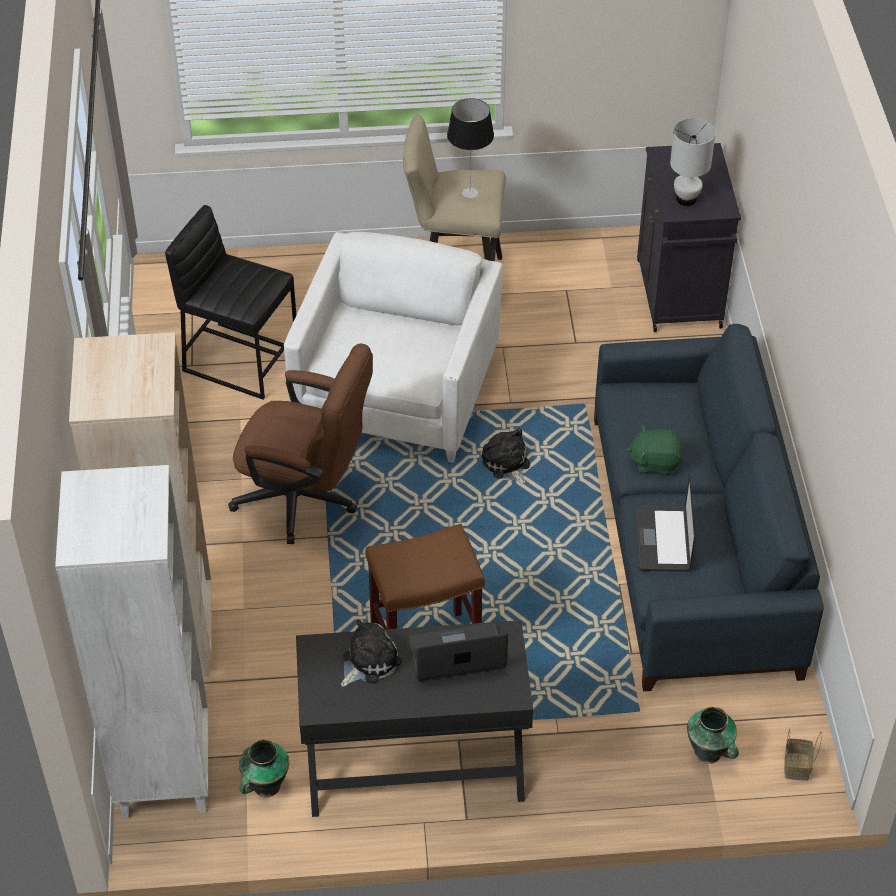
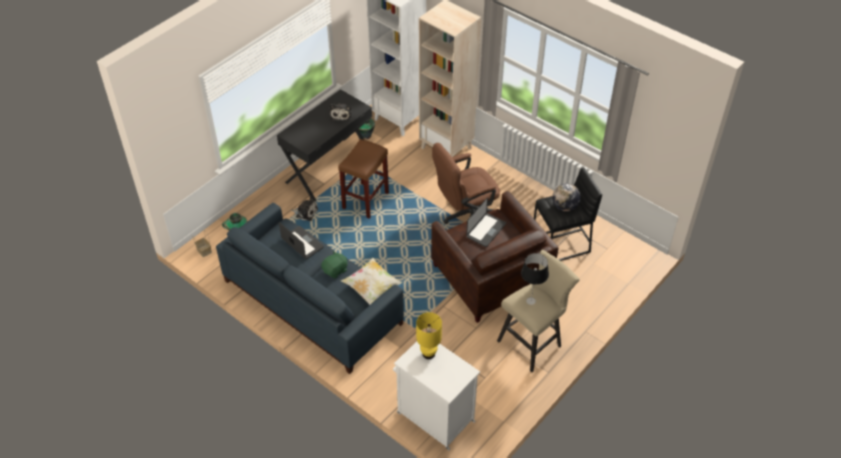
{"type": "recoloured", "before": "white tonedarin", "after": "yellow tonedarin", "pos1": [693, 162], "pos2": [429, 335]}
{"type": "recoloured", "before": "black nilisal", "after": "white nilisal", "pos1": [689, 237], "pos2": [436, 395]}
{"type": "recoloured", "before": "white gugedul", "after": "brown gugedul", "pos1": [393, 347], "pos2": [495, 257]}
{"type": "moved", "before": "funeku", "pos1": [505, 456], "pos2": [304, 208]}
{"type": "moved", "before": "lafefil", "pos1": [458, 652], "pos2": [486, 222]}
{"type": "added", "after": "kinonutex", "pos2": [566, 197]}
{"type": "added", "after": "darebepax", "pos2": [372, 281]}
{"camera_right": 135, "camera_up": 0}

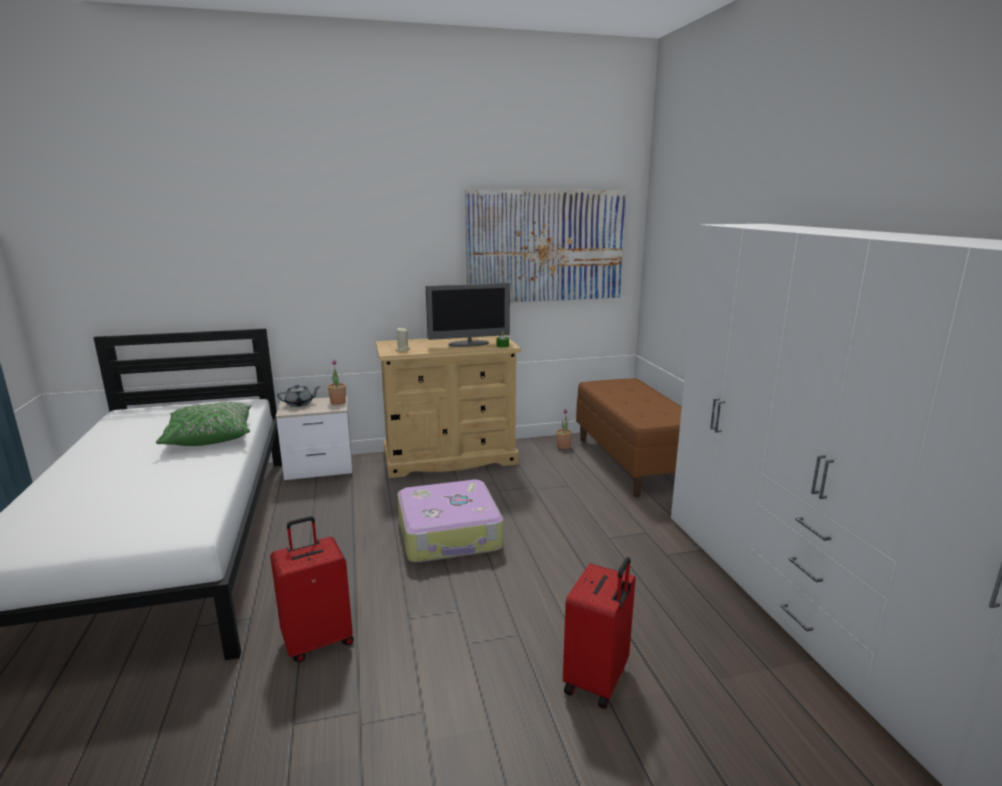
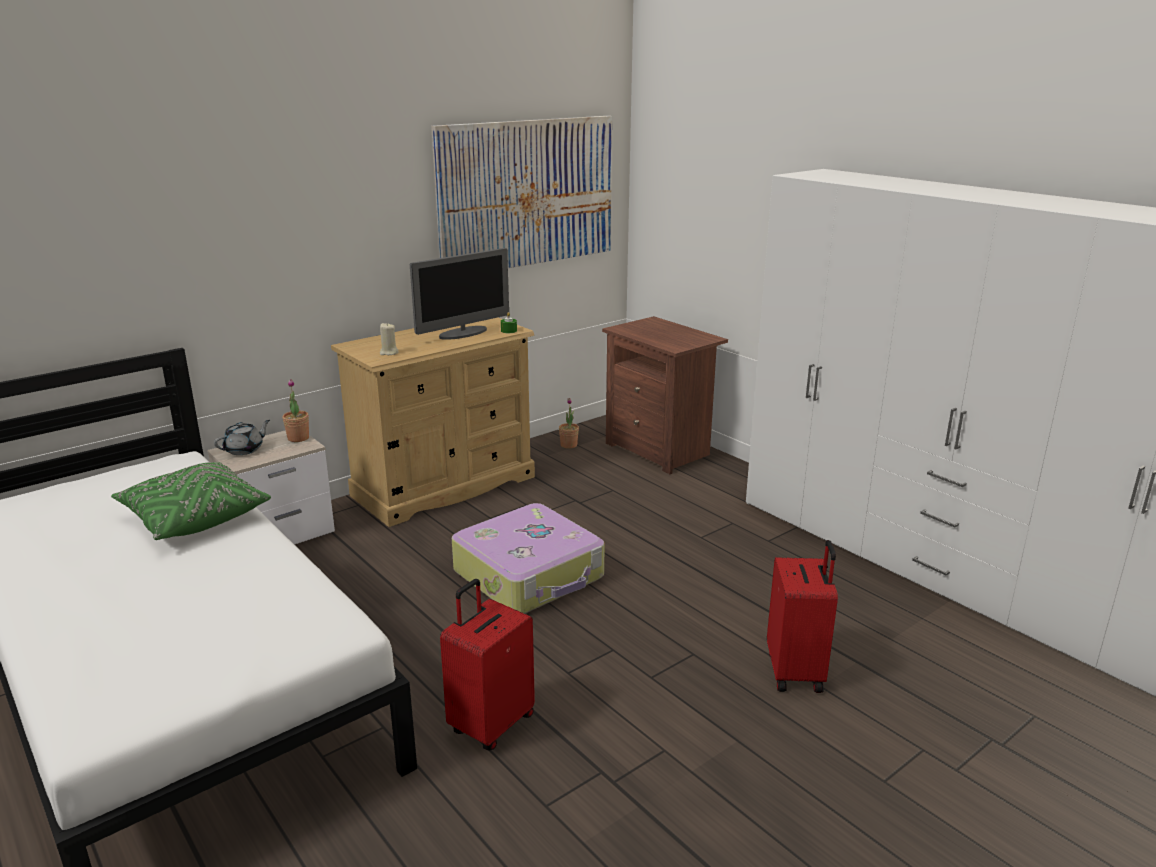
{"type": "replaced", "before": "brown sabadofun", "after": "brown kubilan", "pos1": [629, 438], "pos2": [665, 395]}
{"camera_right": -25, "camera_up": 5}

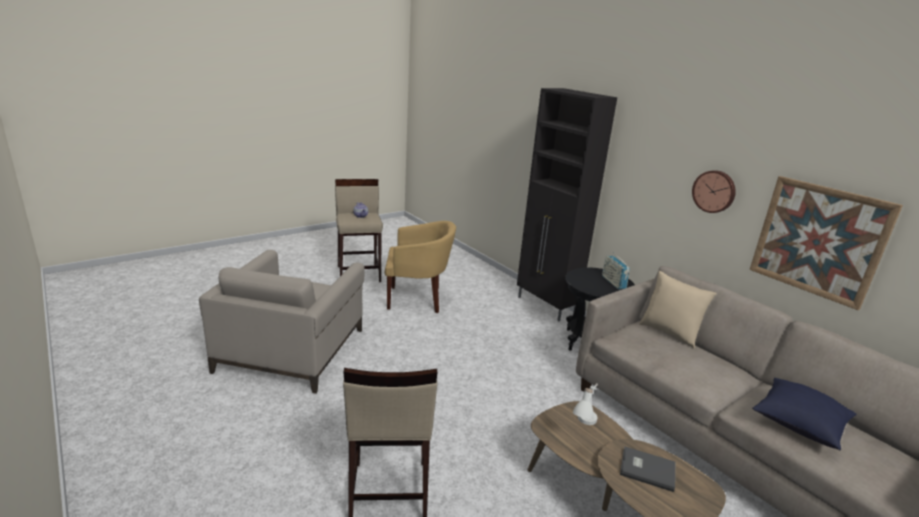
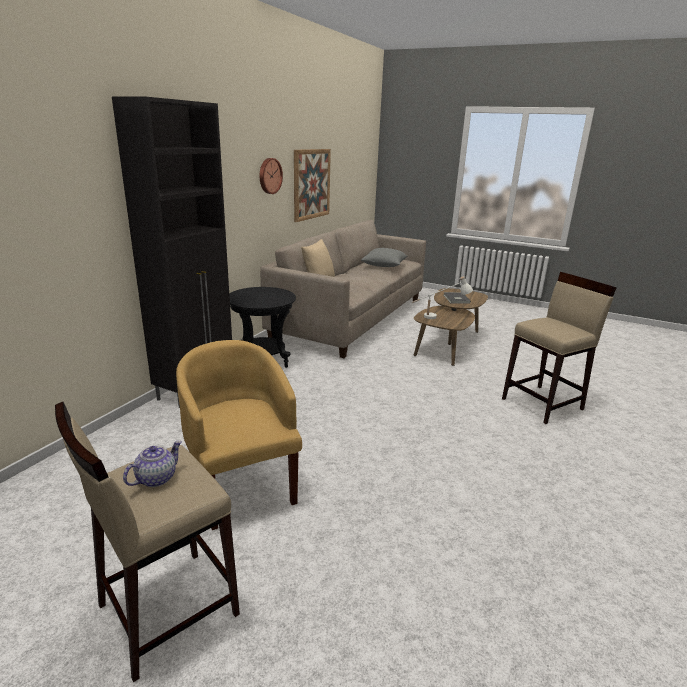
{"type": "removed", "before": "beige gugedul", "pos1": [282, 322]}
{"type": "removed", "before": "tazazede", "pos1": [616, 271]}
{"type": "recoloured", "before": "blue darebepax", "after": "grey darebepax", "pos1": [804, 414], "pos2": [384, 257]}
{"camera_right": -115, "camera_up": 0}

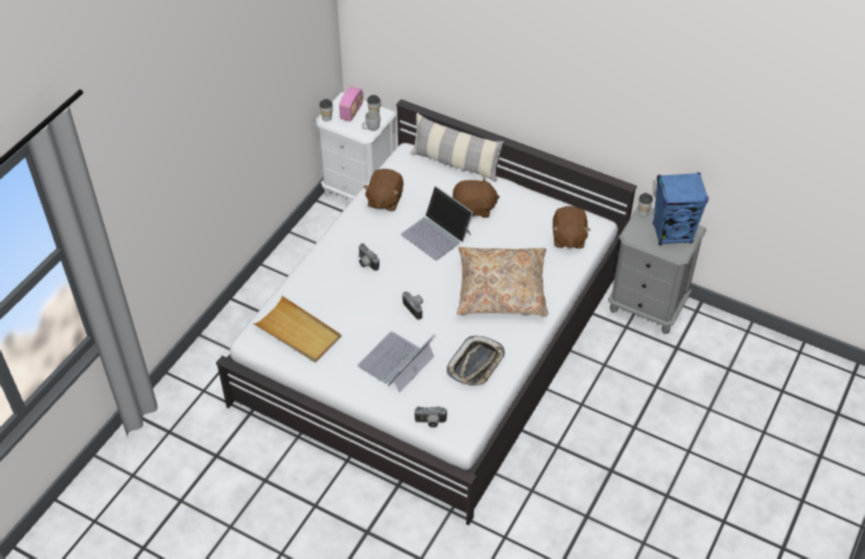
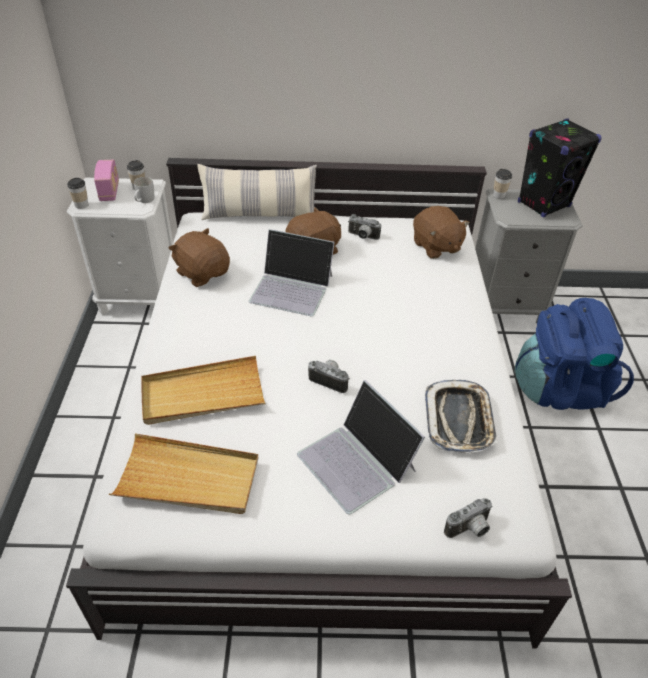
{"type": "turned", "before": "brown funeku", "pos1": [383, 190], "pos2": [199, 257], "turn": 150}
{"type": "recoloured", "before": "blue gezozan", "after": "black gezozan", "pos1": [681, 209], "pos2": [560, 168]}
{"type": "moved", "before": "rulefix", "pos1": [368, 257], "pos2": [364, 227]}
{"type": "removed", "before": "beige darebepax", "pos1": [502, 281]}
{"type": "turned", "before": "lafefil", "pos1": [396, 362], "pos2": [361, 447], "turn": -45}
{"type": "added", "after": "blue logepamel", "pos2": [574, 354]}
{"type": "added", "after": "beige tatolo", "pos2": [203, 390]}
{"camera_right": -30, "camera_up": -5}

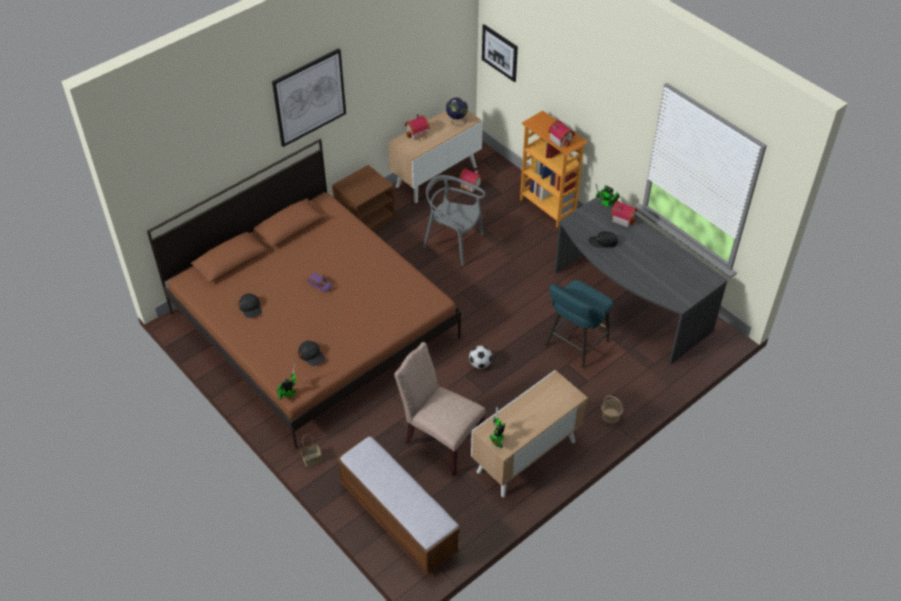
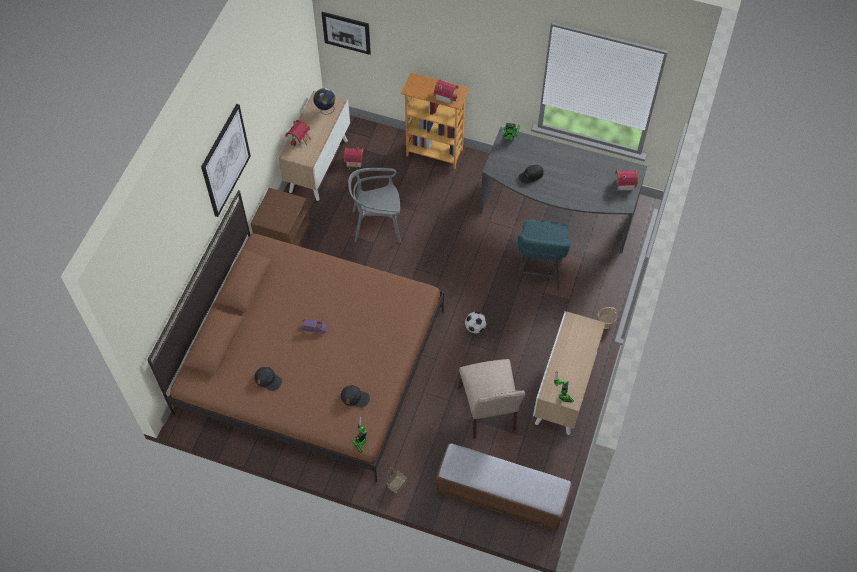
{"type": "moved", "before": "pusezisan", "pos1": [624, 214], "pos2": [626, 180]}
{"type": "turned", "before": "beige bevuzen", "pos1": [440, 409], "pos2": [491, 399], "turn": -105}
{"camera_right": -30, "camera_up": 10}

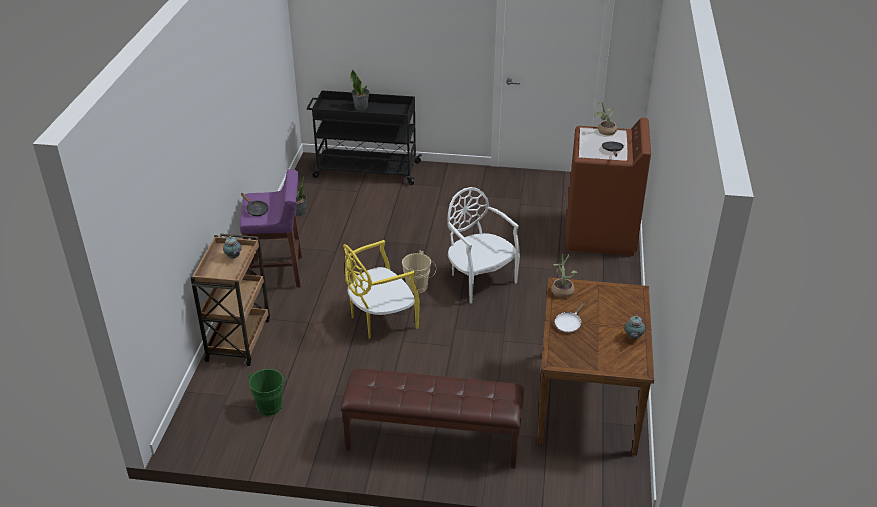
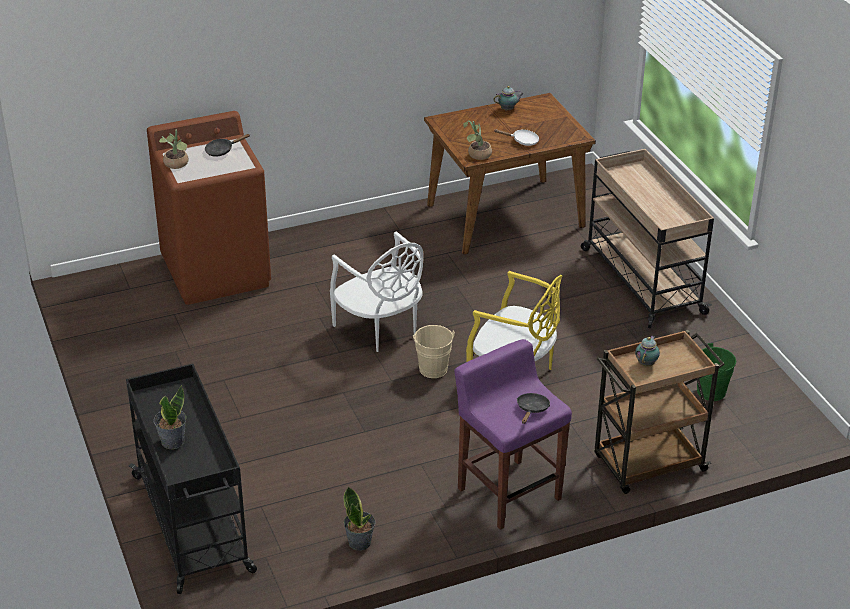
{"type": "turned", "before": "white bevuzen", "pos1": [483, 245], "pos2": [376, 291], "turn": -60}
{"type": "replaced", "before": "brown sabadofun", "after": "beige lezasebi", "pos1": [432, 418], "pos2": [647, 239]}
{"camera_right": -120, "camera_up": 0}

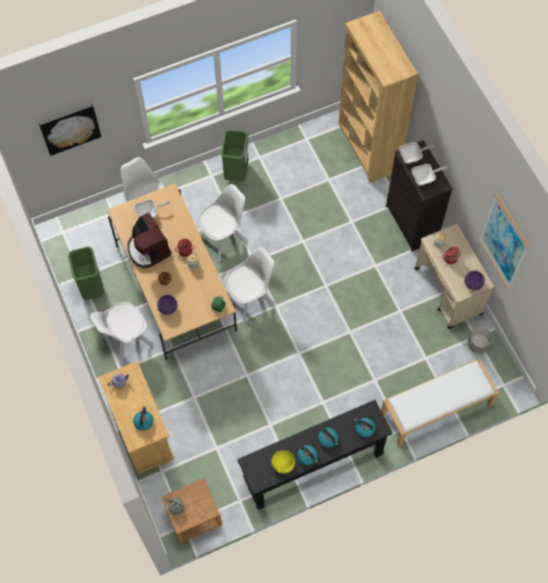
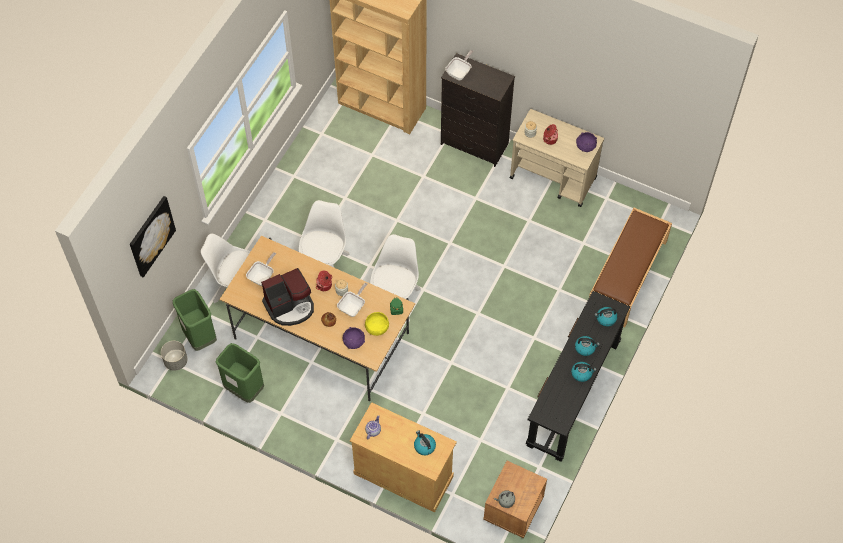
{"type": "moved", "before": "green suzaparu", "pos1": [234, 155], "pos2": [195, 320]}
{"type": "moved", "before": "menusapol", "pos1": [429, 175], "pos2": [352, 300]}
{"type": "removed", "before": "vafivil", "pos1": [504, 241]}
{"type": "turned", "before": "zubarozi", "pos1": [149, 240], "pos2": [287, 297], "turn": -45}
{"type": "removed", "before": "white bevuzen", "pos1": [122, 333]}
{"type": "moved", "before": "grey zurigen", "pos1": [480, 340], "pos2": [174, 356]}
{"type": "recoloured", "before": "white sabadofun", "after": "brown sabadofun", "pos1": [440, 402], "pos2": [630, 267]}
{"type": "moved", "before": "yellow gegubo", "pos1": [283, 462], "pos2": [377, 324]}
{"camera_right": -40, "camera_up": -5}

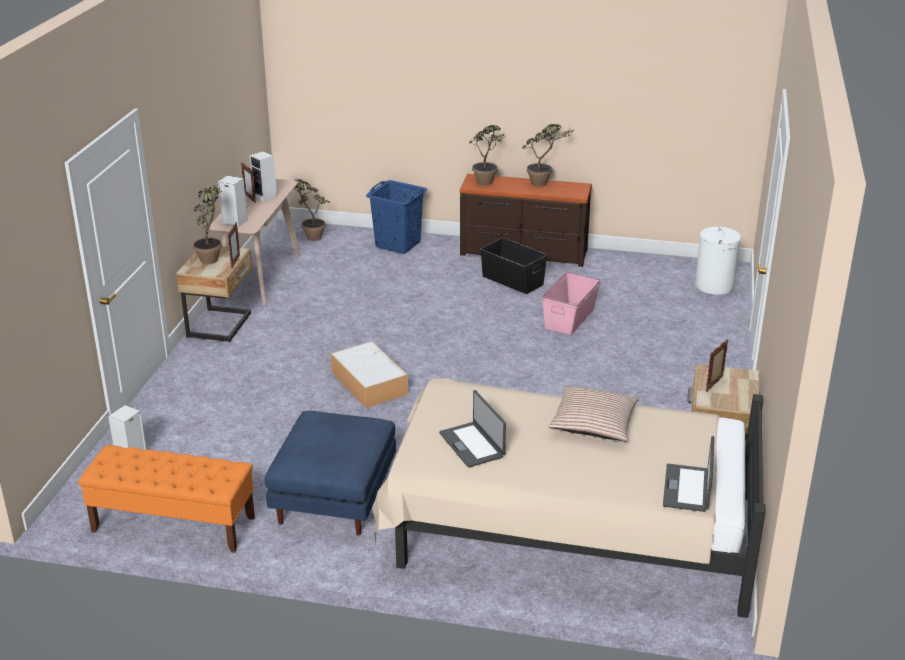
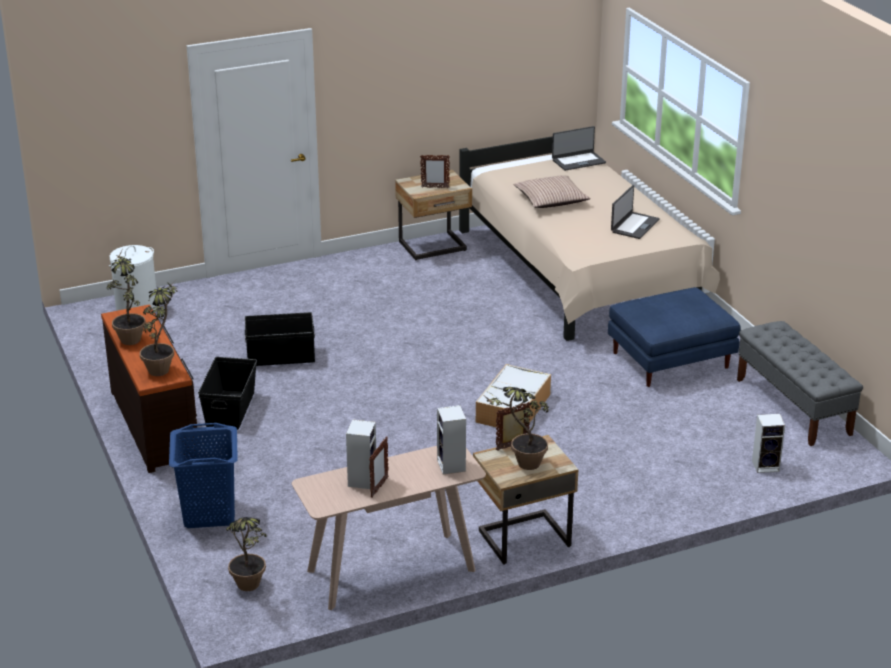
{"type": "recoloured", "before": "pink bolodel", "after": "black bolodel", "pos1": [571, 303], "pos2": [280, 339]}
{"type": "recoloured", "before": "orange sabadofun", "after": "grey sabadofun", "pos1": [166, 499], "pos2": [800, 383]}
{"camera_right": -125, "camera_up": 0}

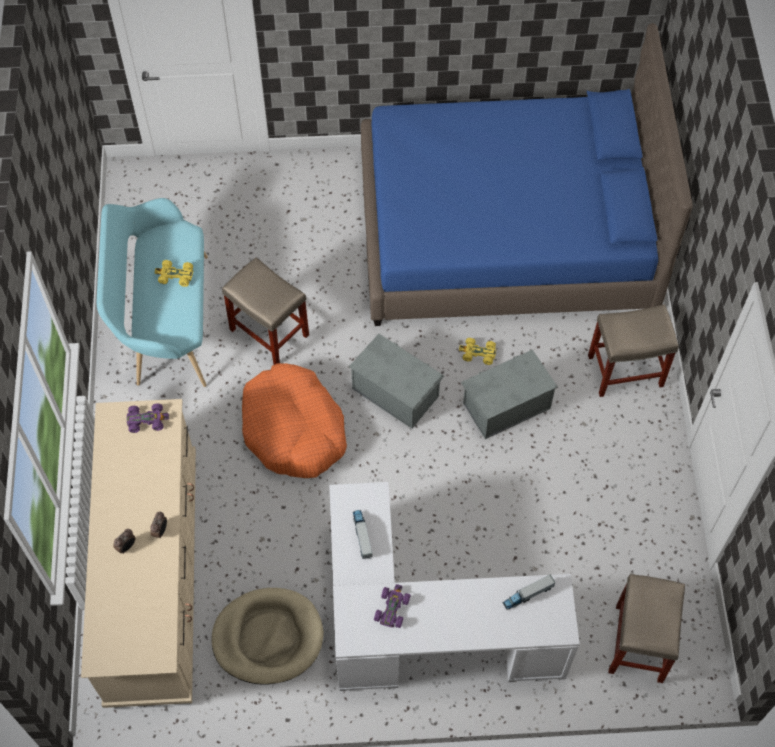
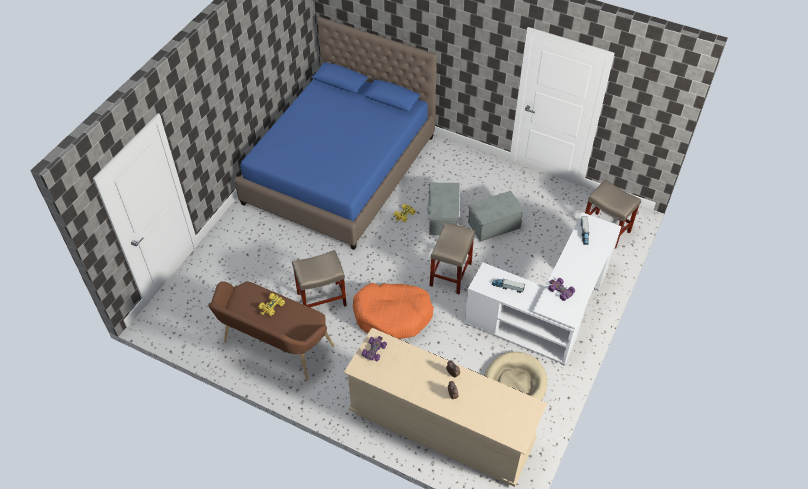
{"type": "recoloured", "before": "turquoise sabadofun", "after": "brown sabadofun", "pos1": [152, 292], "pos2": [271, 330]}
{"type": "moved", "before": "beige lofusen", "pos1": [633, 350], "pos2": [452, 258]}
{"type": "moved", "before": "grey bolodel", "pos1": [396, 381], "pos2": [496, 216]}
{"camera_right": -60, "camera_up": -10}

